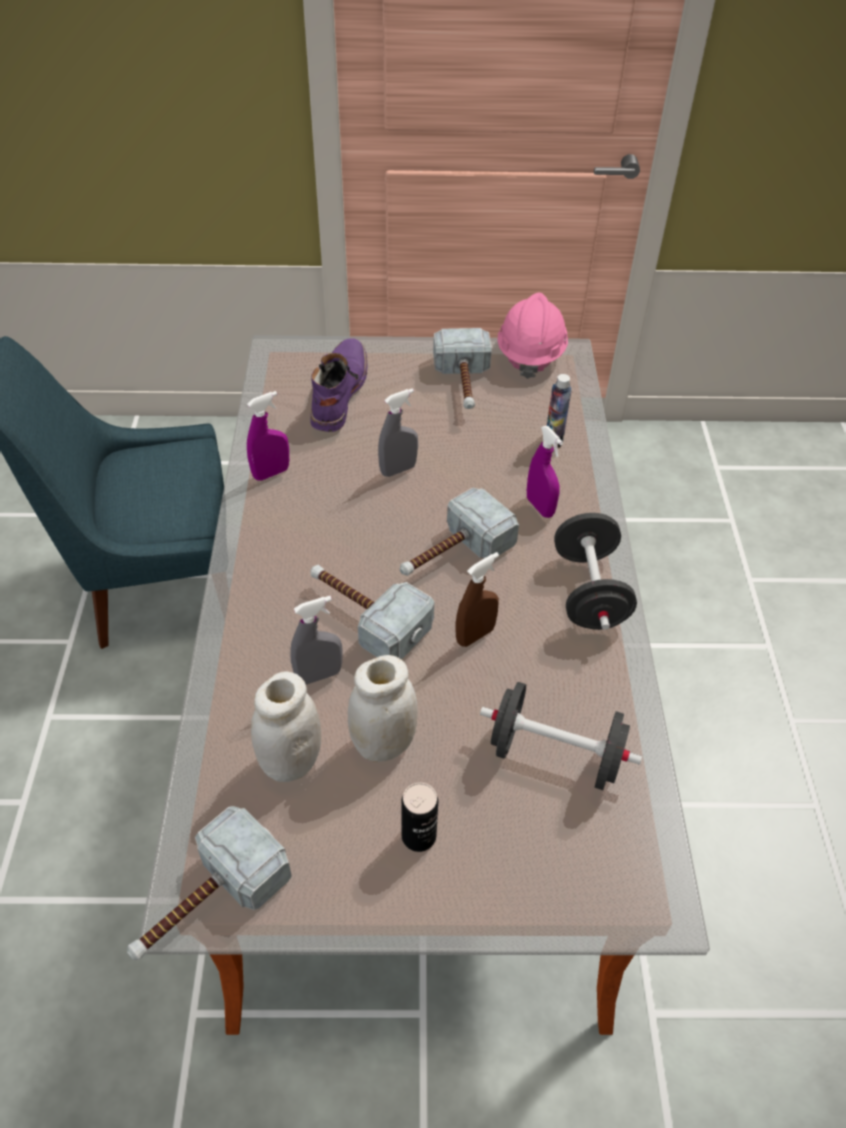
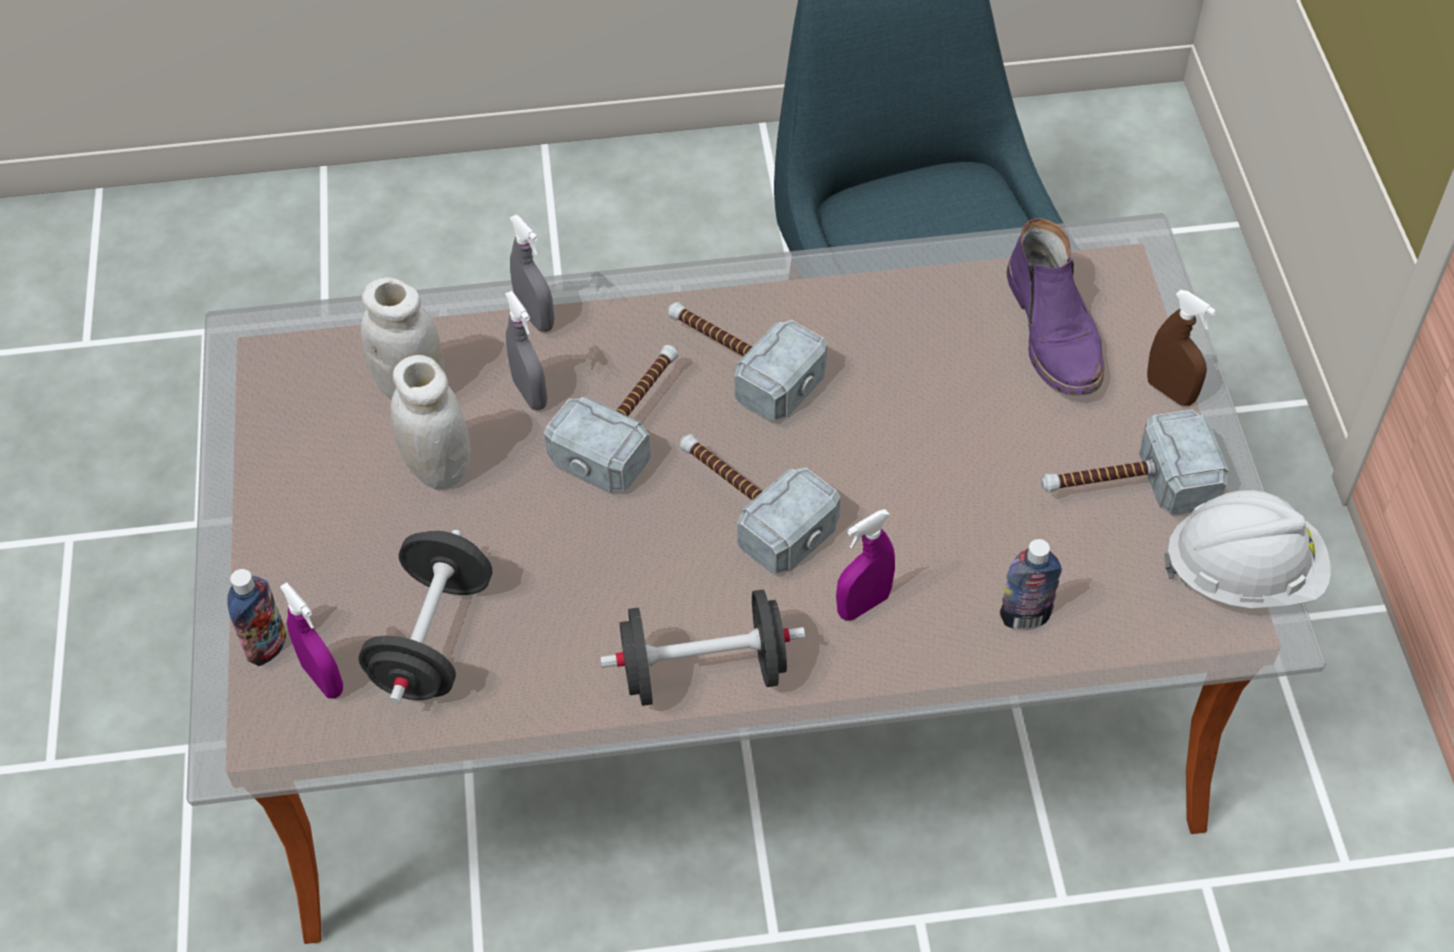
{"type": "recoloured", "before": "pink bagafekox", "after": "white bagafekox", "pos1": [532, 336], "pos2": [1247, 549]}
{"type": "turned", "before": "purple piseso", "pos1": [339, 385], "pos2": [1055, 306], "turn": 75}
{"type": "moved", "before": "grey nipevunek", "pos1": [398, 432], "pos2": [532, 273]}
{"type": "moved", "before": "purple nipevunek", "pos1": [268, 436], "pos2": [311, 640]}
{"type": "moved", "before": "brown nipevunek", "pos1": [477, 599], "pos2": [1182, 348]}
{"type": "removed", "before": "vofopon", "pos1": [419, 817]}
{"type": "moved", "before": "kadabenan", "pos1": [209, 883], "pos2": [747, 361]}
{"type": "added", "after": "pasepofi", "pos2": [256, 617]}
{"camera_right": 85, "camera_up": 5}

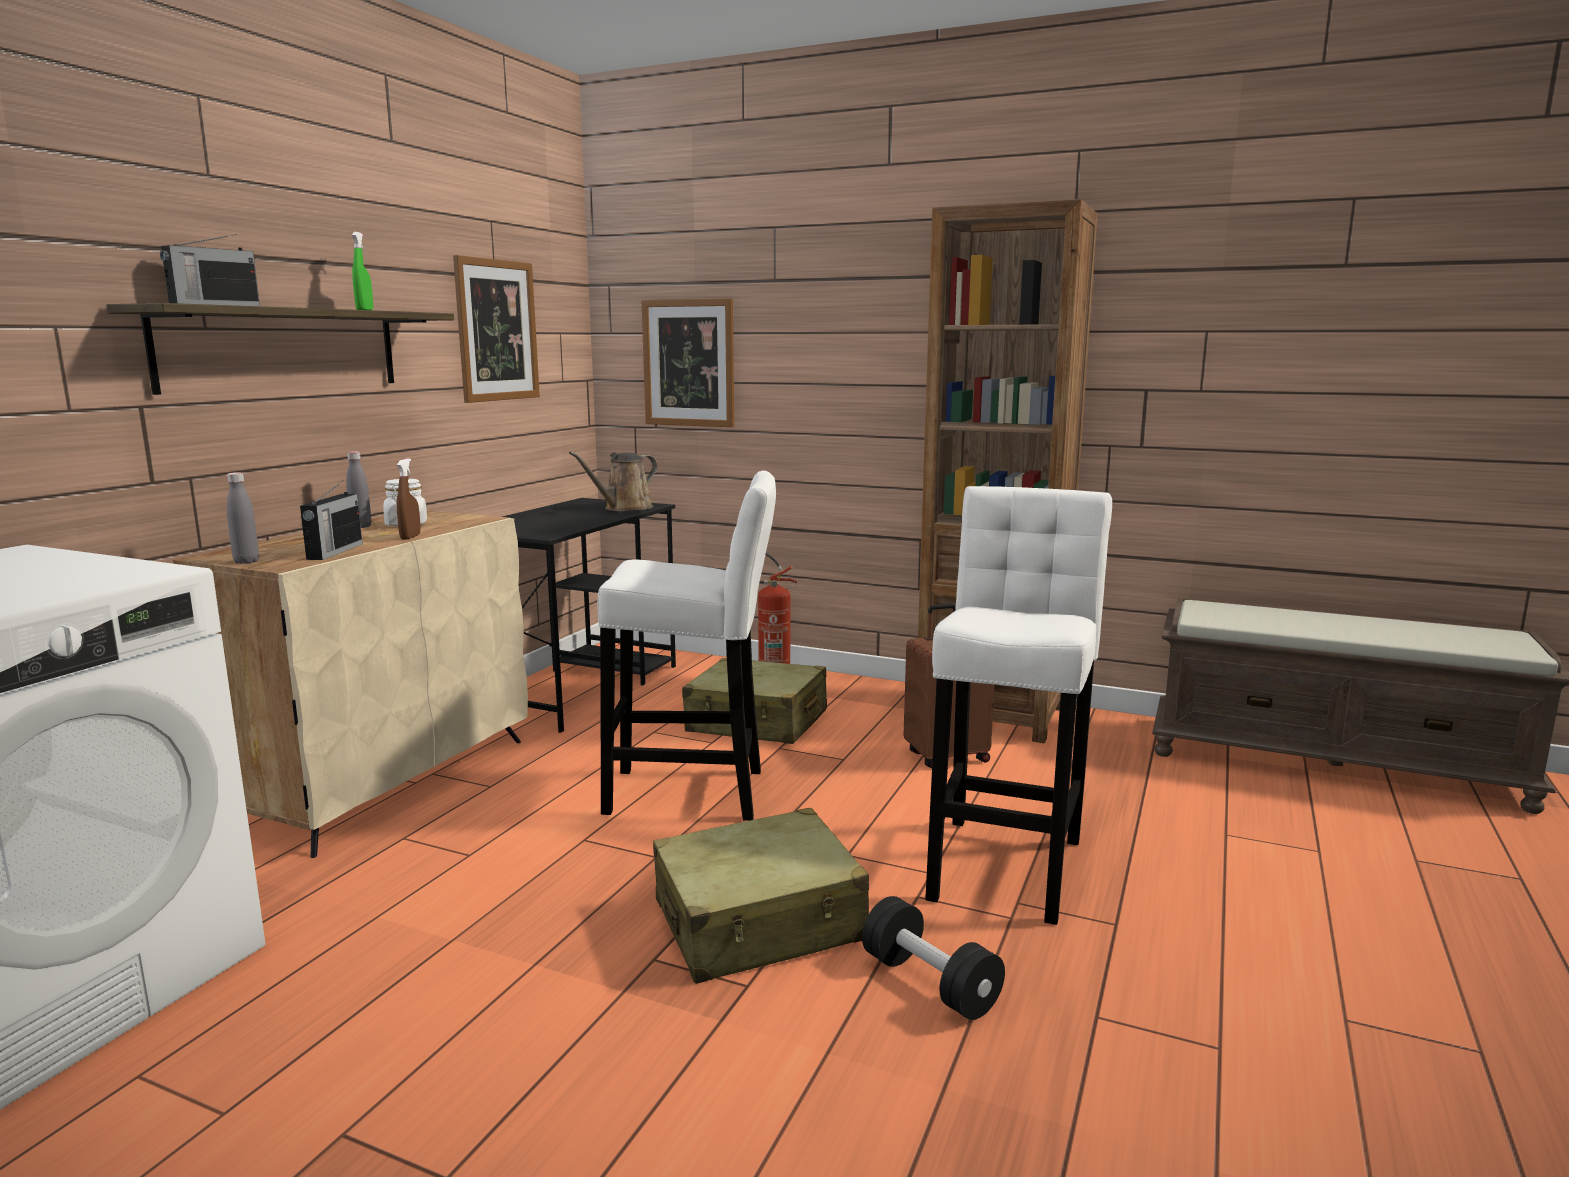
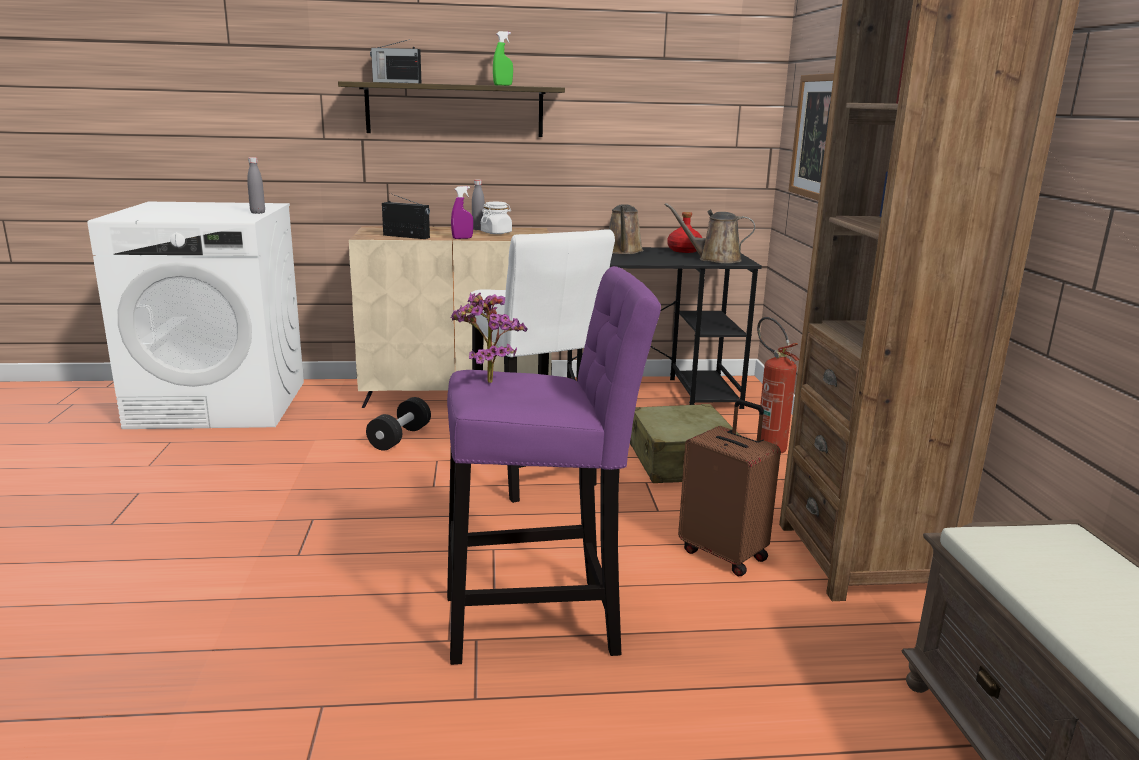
{"type": "removed", "before": "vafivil", "pos1": [496, 329]}
{"type": "recoloured", "before": "brown nipevunek", "after": "purple nipevunek", "pos1": [408, 499], "pos2": [462, 212]}
{"type": "moved", "before": "grey pasepofi", "pos1": [243, 518], "pos2": [256, 185]}
{"type": "turned", "before": "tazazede", "pos1": [331, 520], "pos2": [406, 216], "turn": -135}
{"type": "recoloured", "before": "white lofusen", "after": "purple lofusen", "pos1": [1018, 705], "pos2": [554, 465]}
{"type": "removed", "before": "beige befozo", "pos1": [761, 896]}
{"type": "moved", "before": "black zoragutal", "pos1": [933, 958], "pos2": [398, 424]}
{"type": "added", "after": "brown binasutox", "pos2": [626, 229]}
{"type": "added", "after": "red pasepofi", "pos2": [684, 232]}
{"type": "added", "after": "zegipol", "pos2": [489, 337]}
{"camera_right": 60, "camera_up": 5}

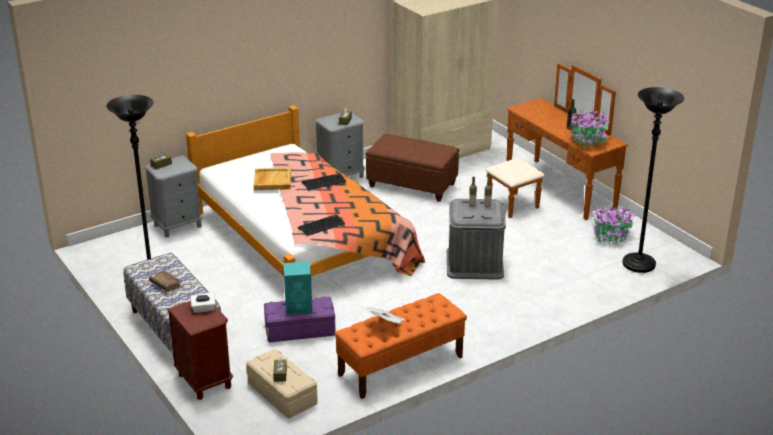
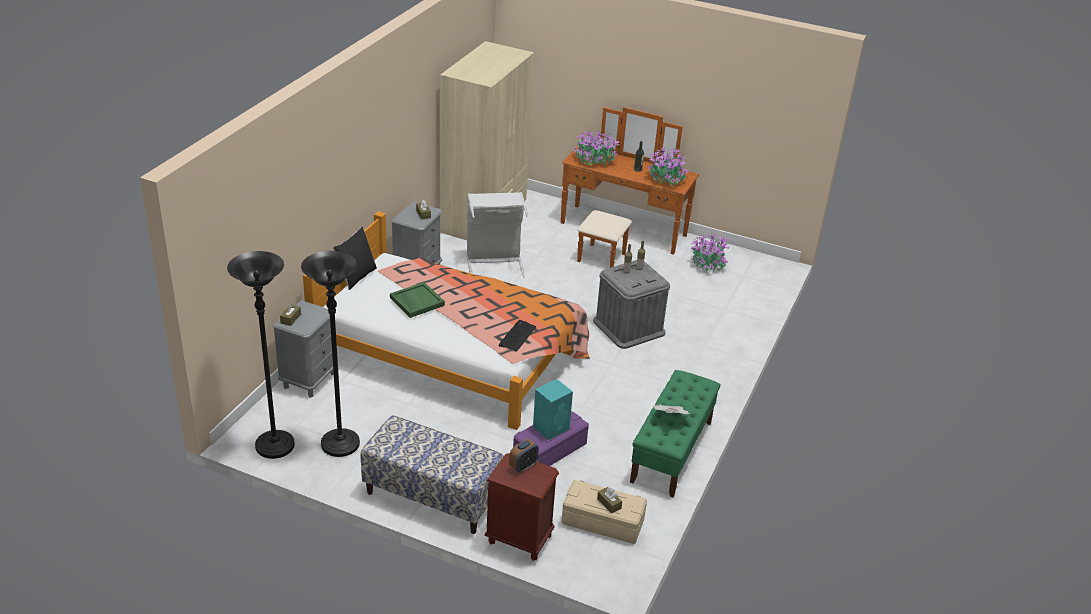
{"type": "moved", "before": "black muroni", "pos1": [653, 180], "pos2": [261, 355]}
{"type": "replaced", "before": "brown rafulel", "after": "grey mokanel", "pos1": [412, 168], "pos2": [497, 234]}
{"type": "recoloured", "before": "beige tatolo", "after": "green tatolo", "pos1": [272, 179], "pos2": [417, 300]}
{"type": "removed", "before": "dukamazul", "pos1": [323, 181]}
{"type": "removed", "before": "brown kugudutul", "pos1": [165, 281]}
{"type": "replaced", "before": "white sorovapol", "after": "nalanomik", "pos1": [202, 303], "pos2": [524, 456]}
{"type": "recoloured", "before": "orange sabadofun", "after": "green sabadofun", "pos1": [400, 346], "pos2": [675, 433]}
{"type": "added", "after": "zegipol", "pos2": [596, 148]}
{"type": "added", "after": "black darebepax", "pos2": [355, 258]}
{"camera_right": -35, "camera_up": 5}

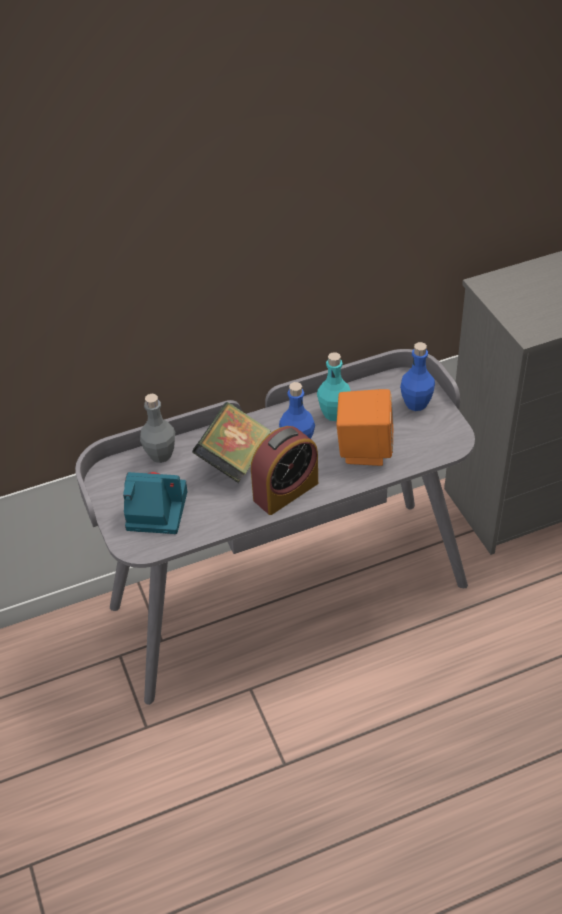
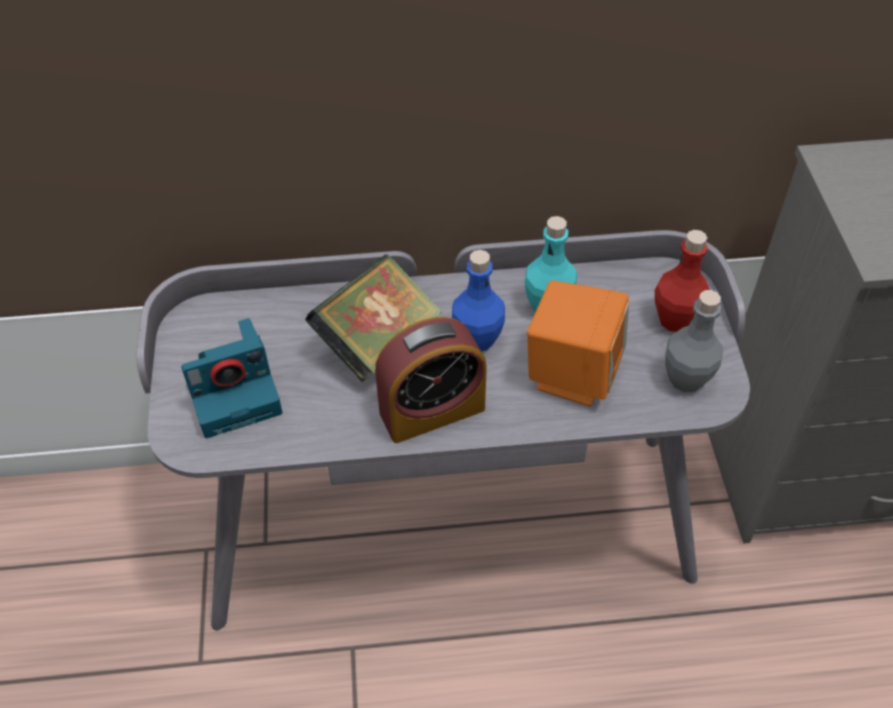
{"type": "recoloured", "before": "blue pasepofi", "after": "red pasepofi", "pos1": [417, 376], "pos2": [682, 281]}
{"type": "moved", "before": "grey pasepofi", "pos1": [157, 428], "pos2": [694, 341]}
{"type": "turned", "before": "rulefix", "pos1": [155, 503], "pos2": [231, 378], "turn": 135}
{"camera_right": 15, "camera_up": 5}

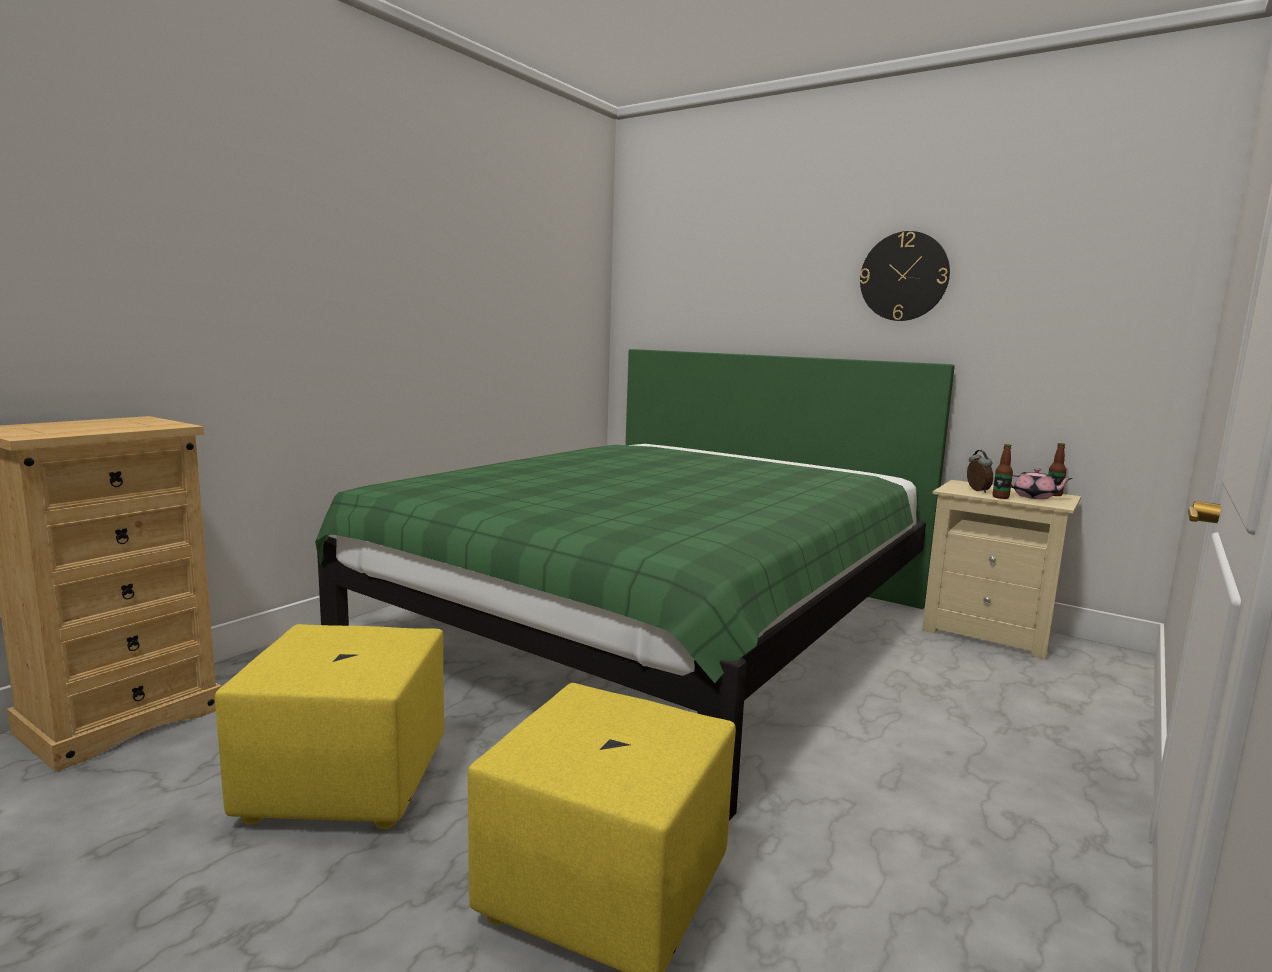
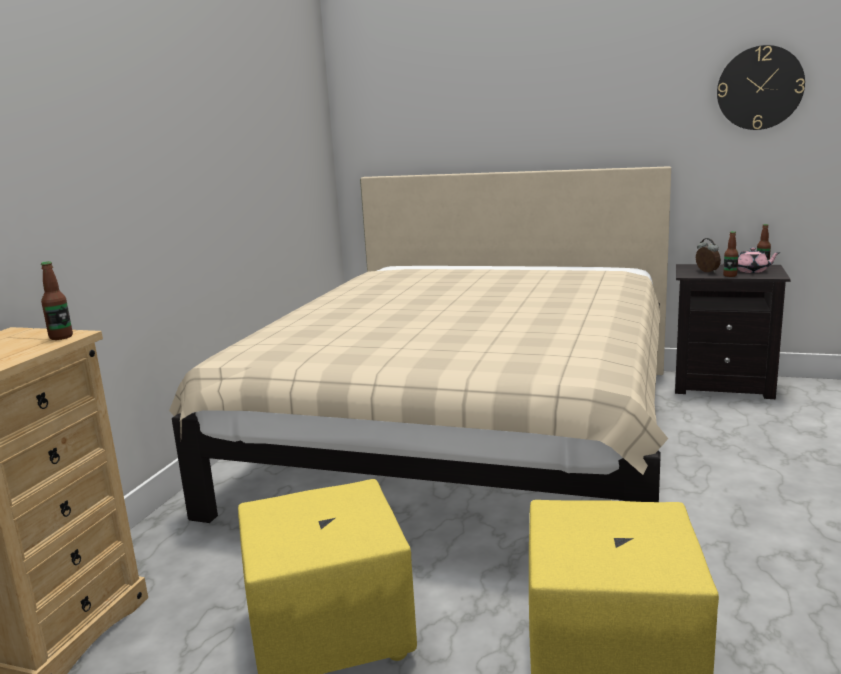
{"type": "moved", "before": "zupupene", "pos1": [905, 276], "pos2": [761, 87]}
{"type": "recoloured", "before": "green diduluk", "after": "beige diduluk", "pos1": [635, 585], "pos2": [420, 344]}
{"type": "recoloured", "before": "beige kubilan", "after": "black kubilan", "pos1": [1001, 570], "pos2": [733, 331]}
{"type": "added", "after": "pasepofi", "pos2": [57, 300]}
{"camera_right": -15, "camera_up": 5}

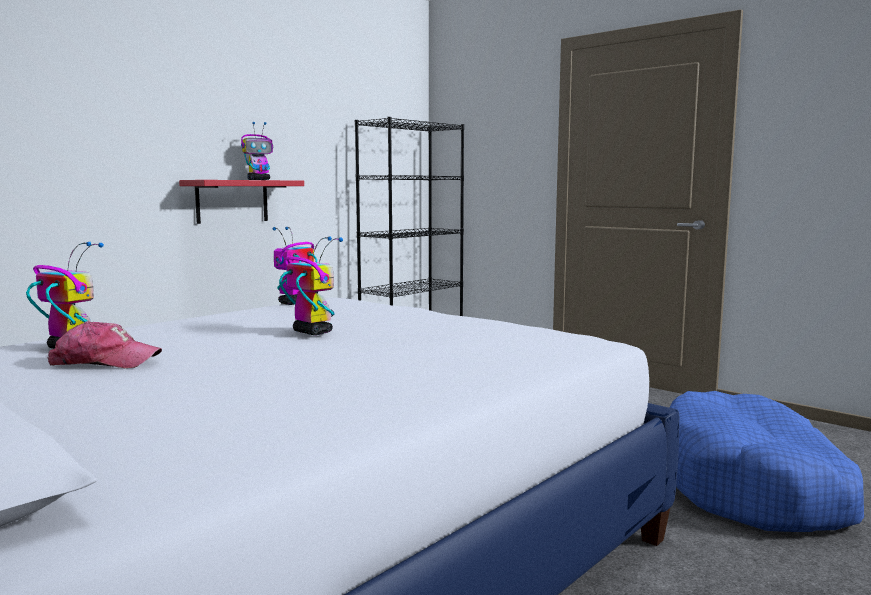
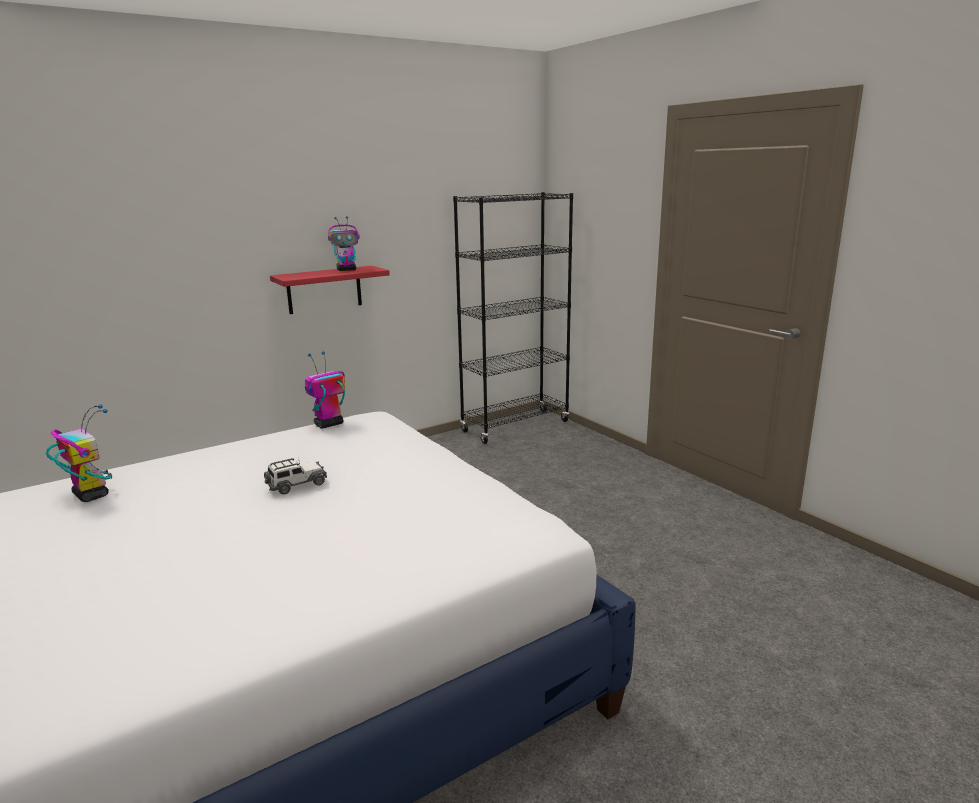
{"type": "replaced", "before": "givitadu", "after": "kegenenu", "pos1": [311, 286], "pos2": [295, 476]}
{"type": "removed", "before": "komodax", "pos1": [105, 344]}
{"type": "removed", "before": "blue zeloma", "pos1": [767, 461]}
{"camera_right": 15, "camera_up": 10}

